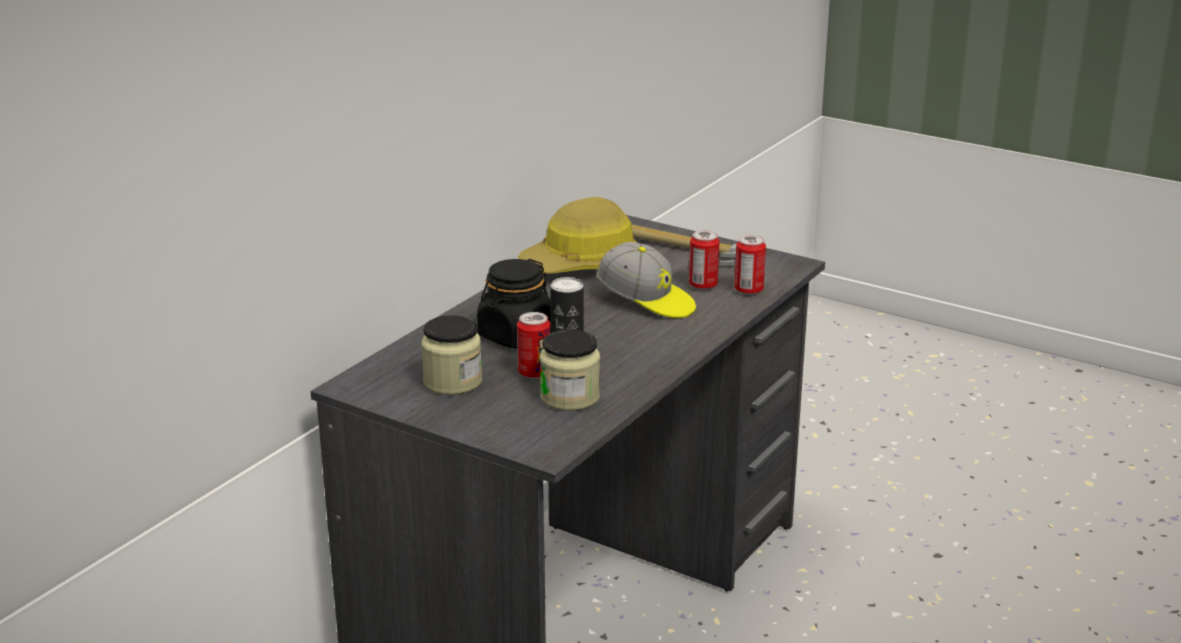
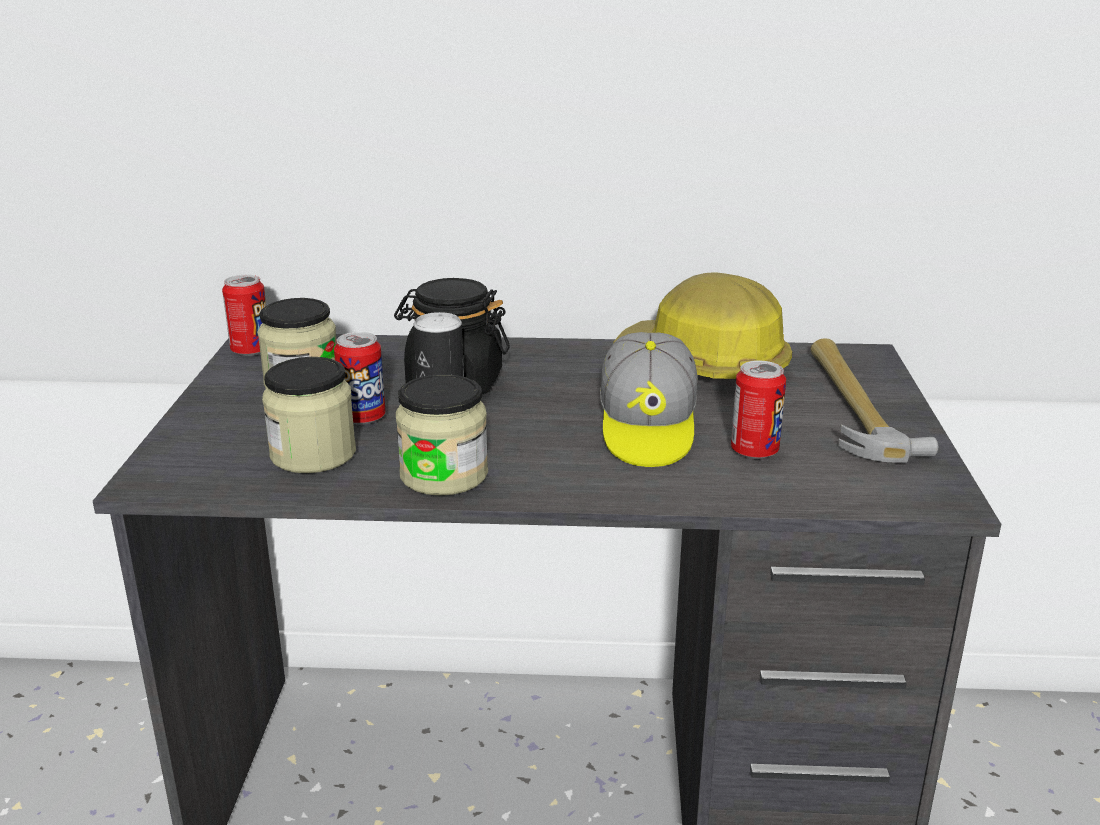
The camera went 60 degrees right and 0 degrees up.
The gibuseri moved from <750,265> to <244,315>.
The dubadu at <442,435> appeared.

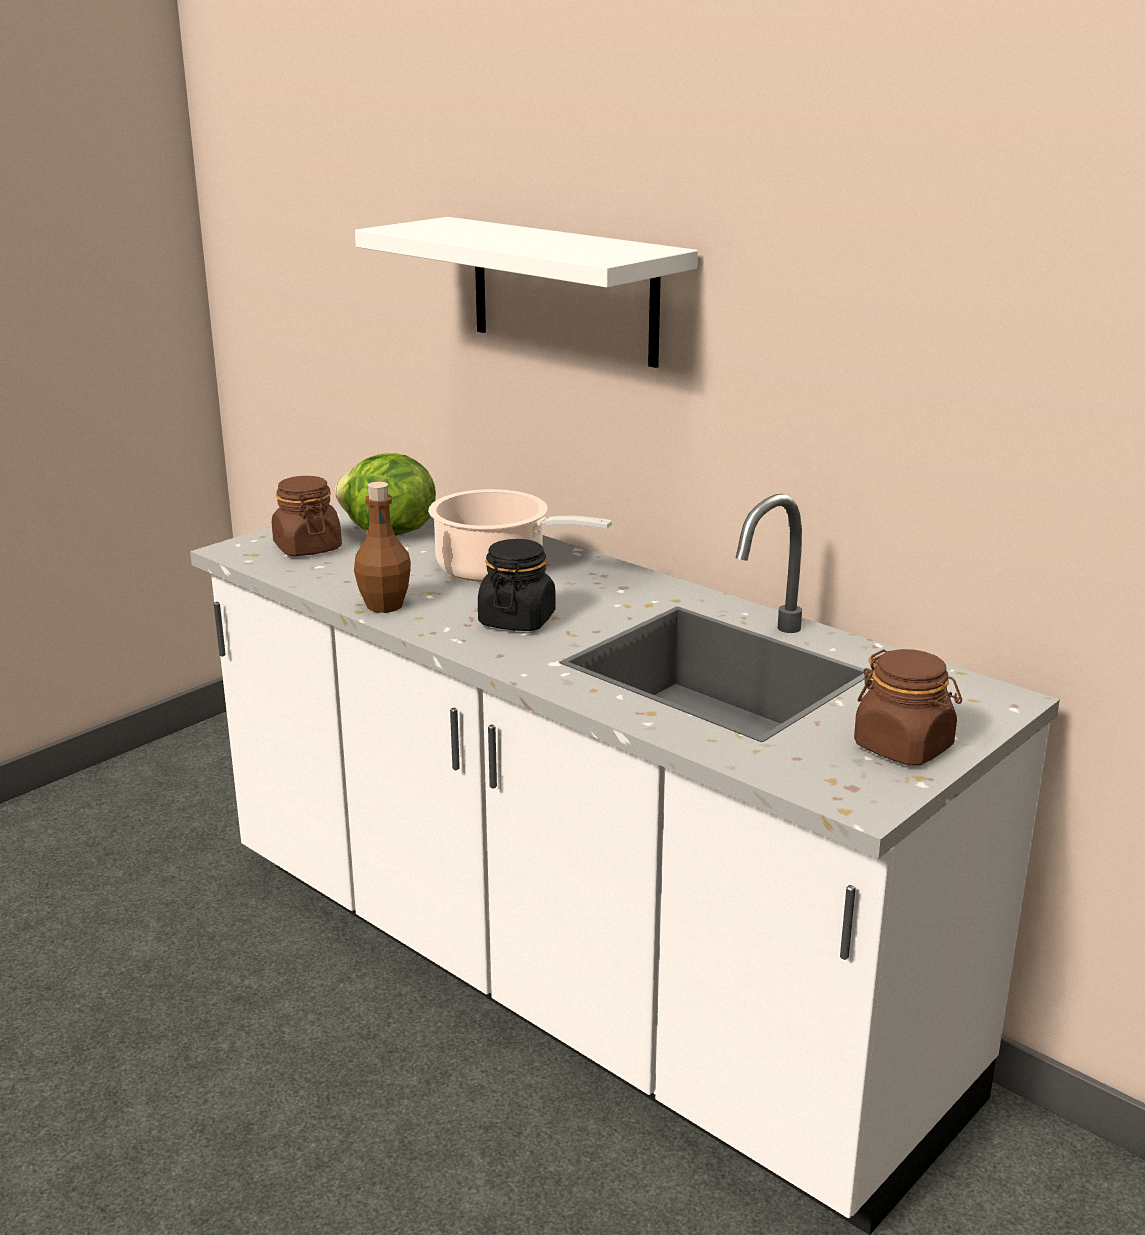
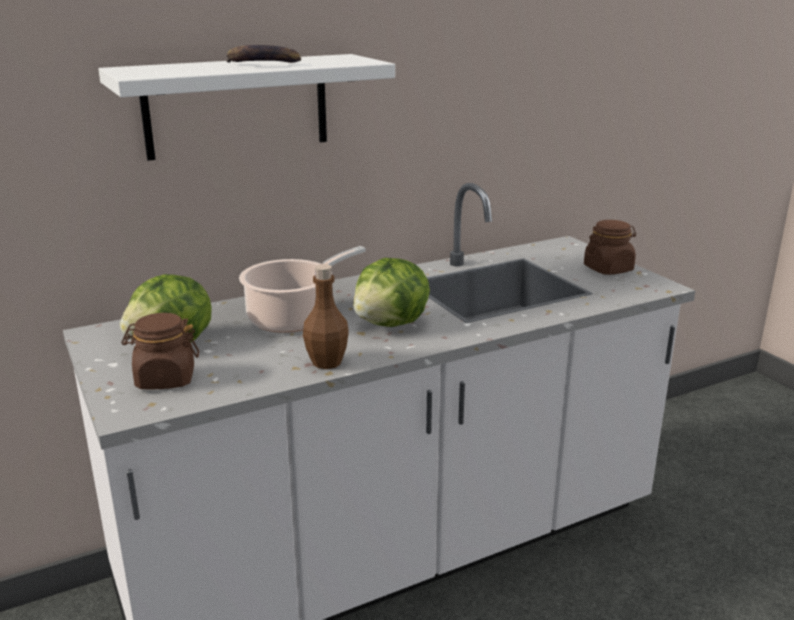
The camera went 70 degrees left and 0 degrees up.
The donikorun at <263,54> appeared.
The black_dubadu at <517,585> was replaced by the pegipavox at <391,292>.

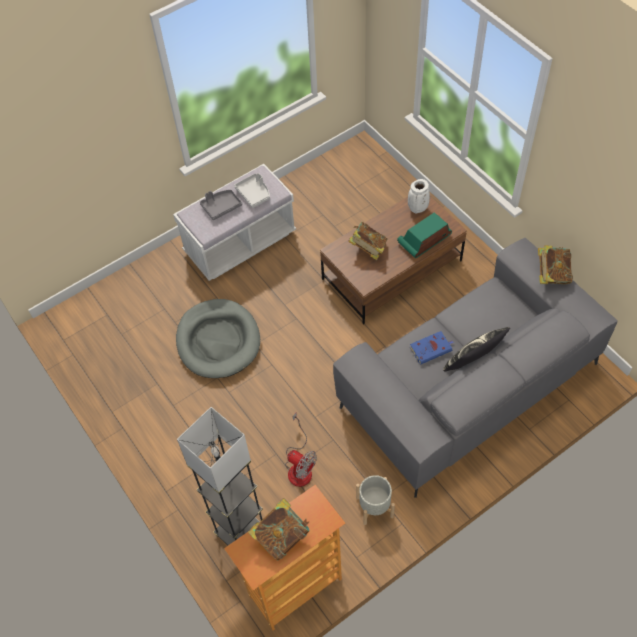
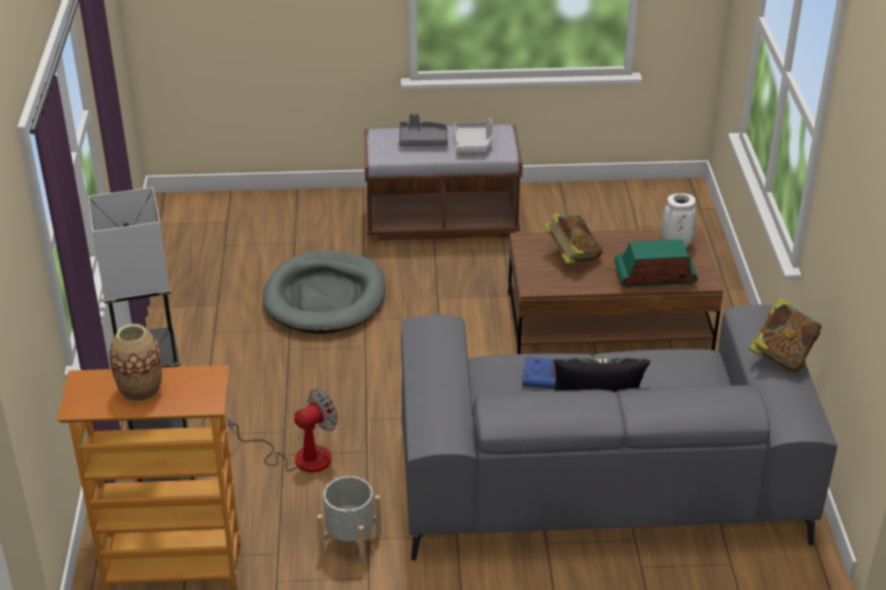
The camera went 30 degrees right and 20 degrees down.
The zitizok at <278,529> was replaced by the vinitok at <135,363>.
The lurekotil at <301,450> turned 105 degrees counterclockwise.
The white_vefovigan at <234,222> became the brown_vefovigan at <443,182>.

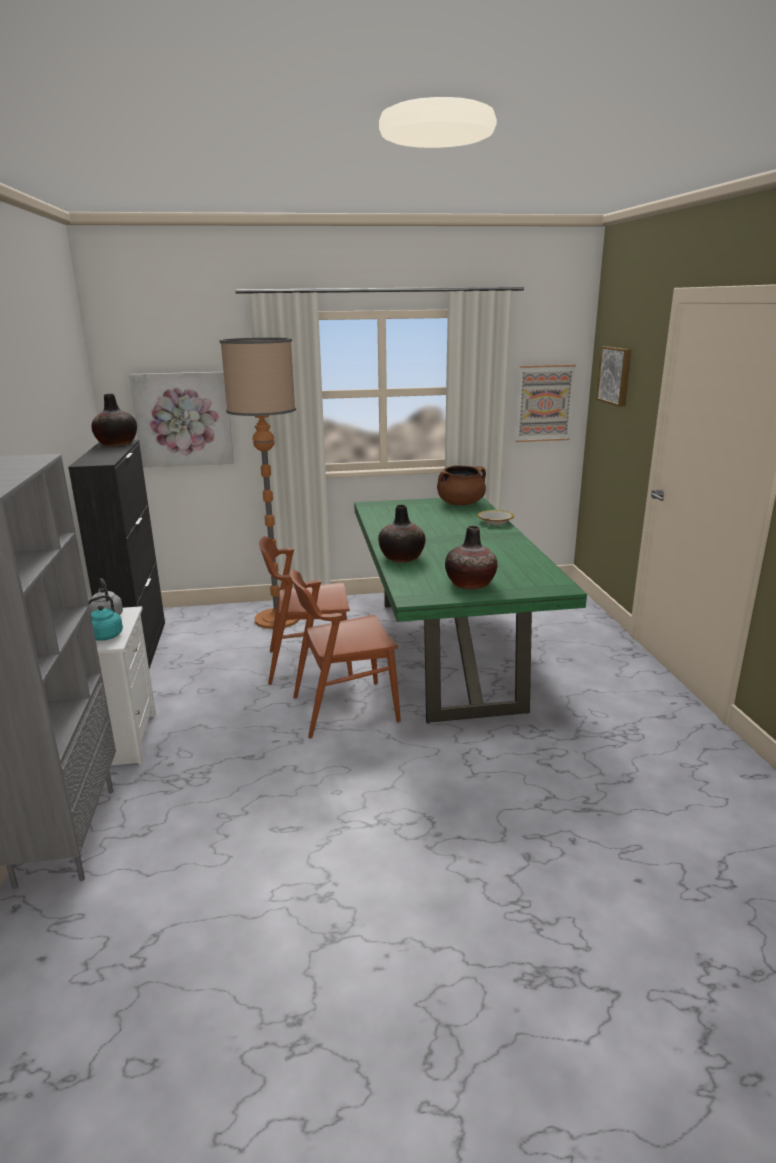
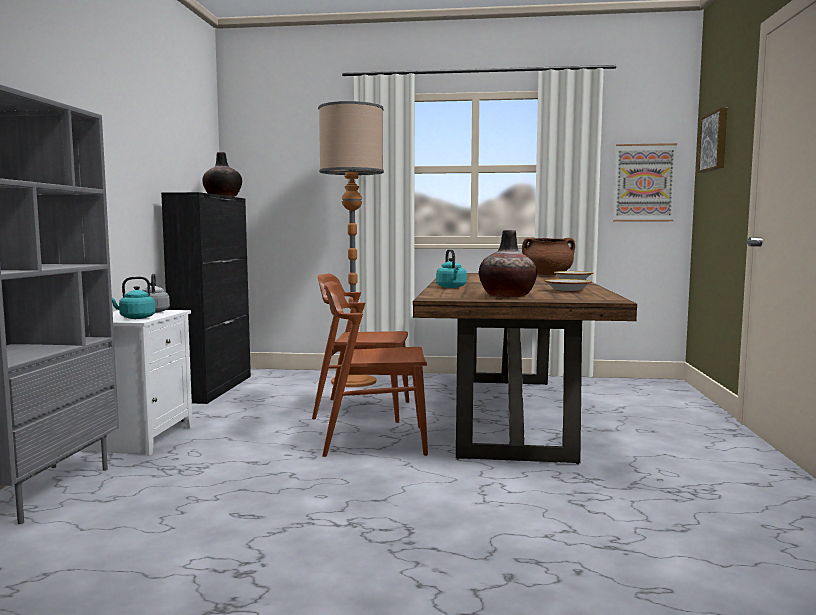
The camera went 15 degrees right and 15 degrees down.
The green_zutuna at <470,610> became the brown_zutuna at <525,368>.
The vinitok at <401,534> was replaced by the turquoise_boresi at <451,268>.
The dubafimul at <568,285> appeared.
The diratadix at <181,419> disappeared.

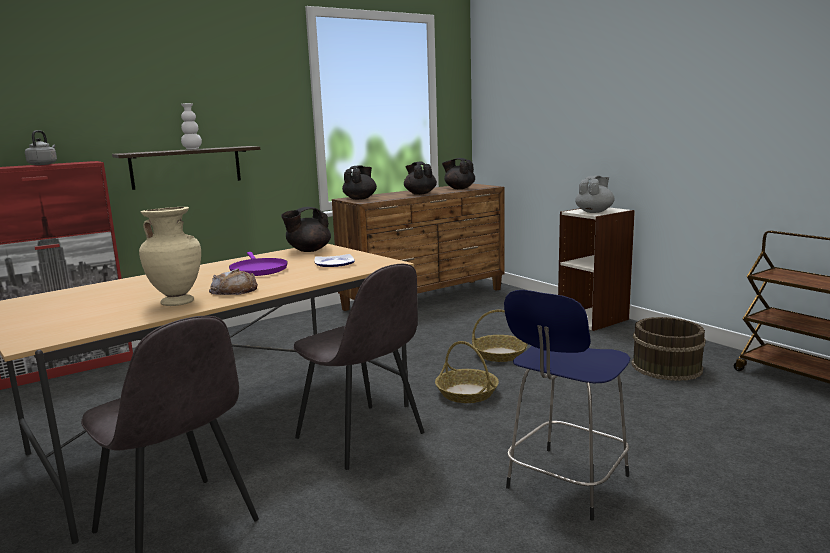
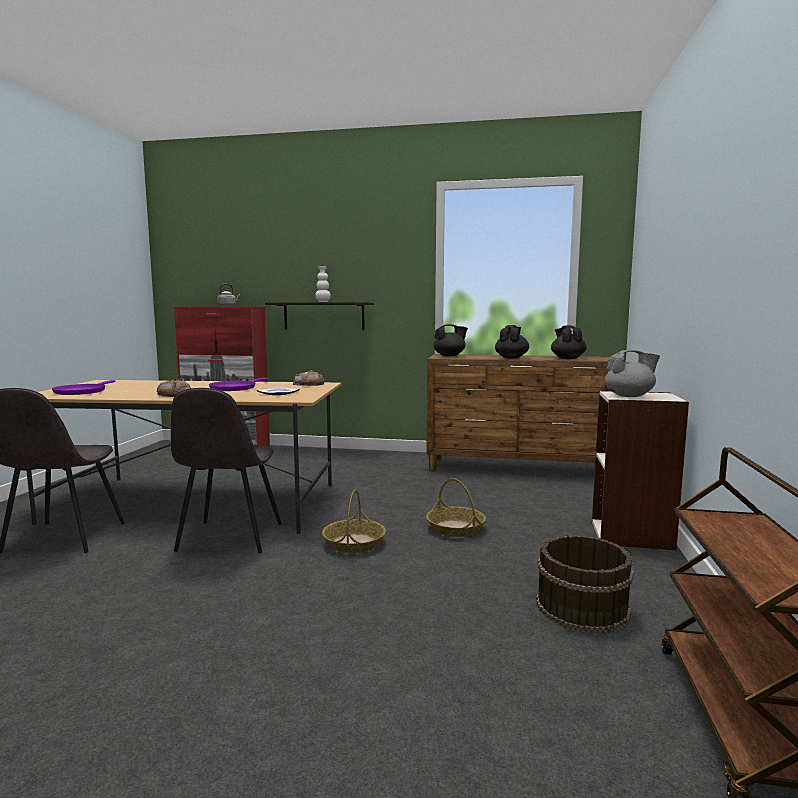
The camera went 45 degrees right and 5 degrees down.
The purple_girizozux at <84,387> appeared.
The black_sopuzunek at <306,229> was replaced by the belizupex at <308,378>.
The beige_vinitok at <170,256> disappeared.
The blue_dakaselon at <567,405> disappeared.

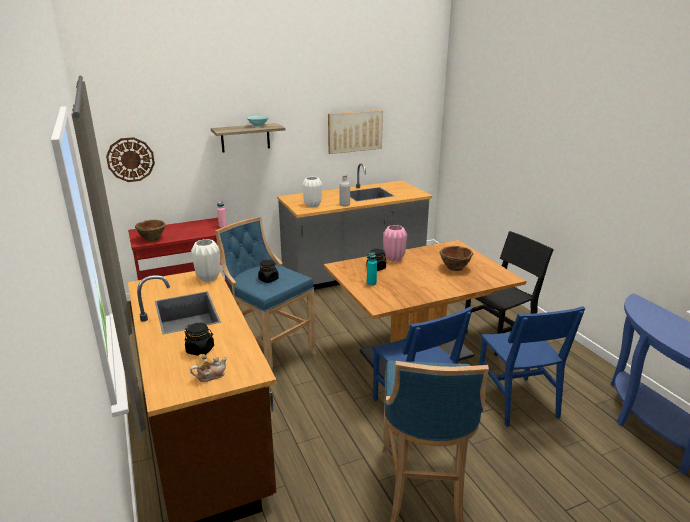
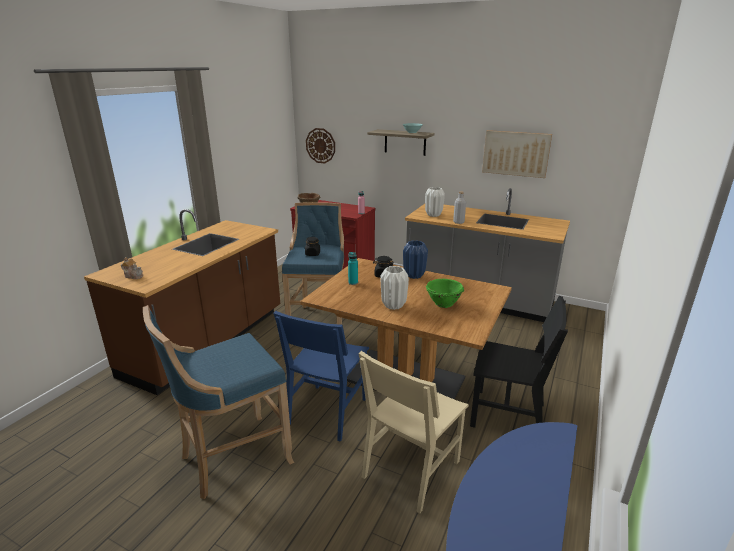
The camera went 50 degrees right and 0 degrees up.
The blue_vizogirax at <532,366> became the beige_vizogirax at <413,432>.
The white_vinitok moved from <205,260> to <395,288>.
The pink_vinitok at <395,243> became the blue_vinitok at <415,259>.
The brown_dubafimul at <456,258> became the green_dubafimul at <445,293>.
The black_dubadu at <199,339> disappeared.

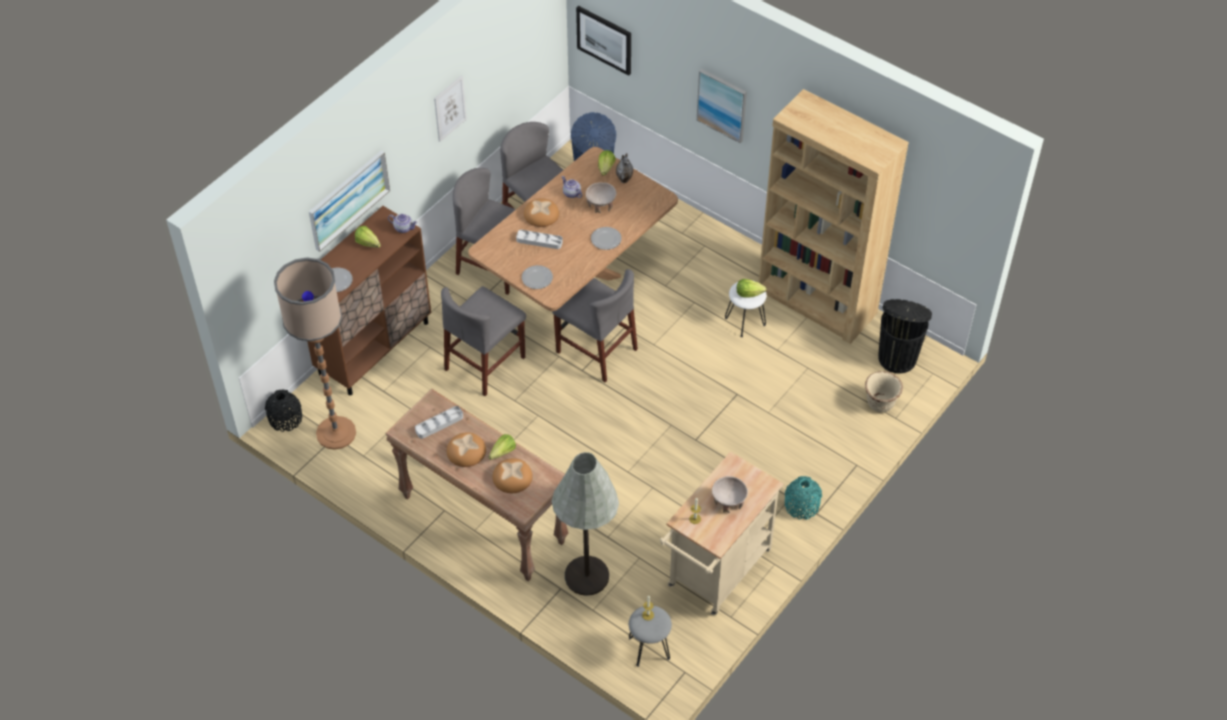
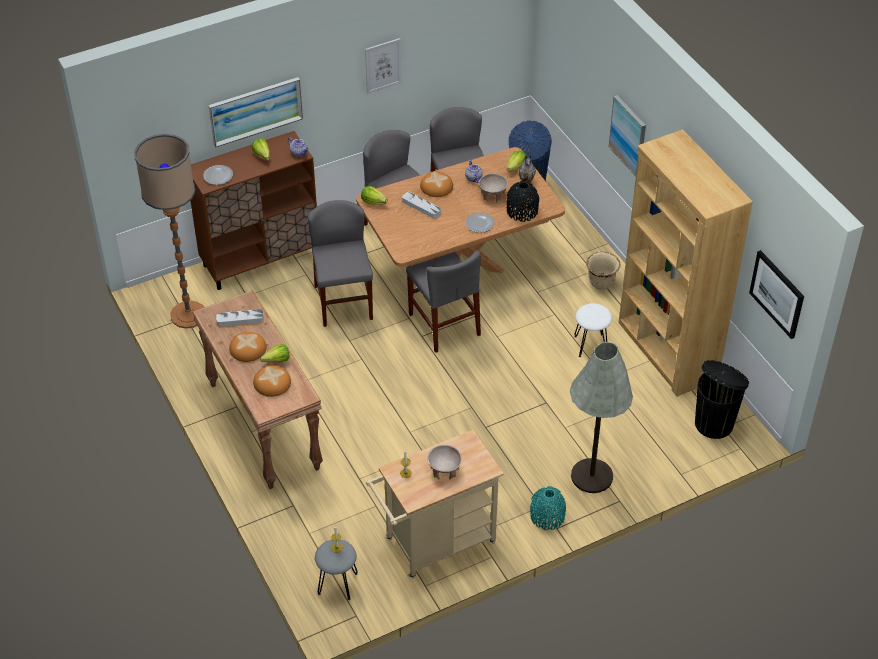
The camera went 25 degrees right and 5 degrees down.
The grey_vizogirax at <483,341> turned 105 degrees clockwise.
The pegipavox moved from <752,288> to <374,195>.
The black_vinitok moved from <283,411> to <522,201>.
The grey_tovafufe moved from <585,524> to <601,417>.
The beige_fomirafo moved from <884,391> to <603,271>.
The diratadix moved from <603,41> to <776,294>.
The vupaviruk at <537,277> disappeared.

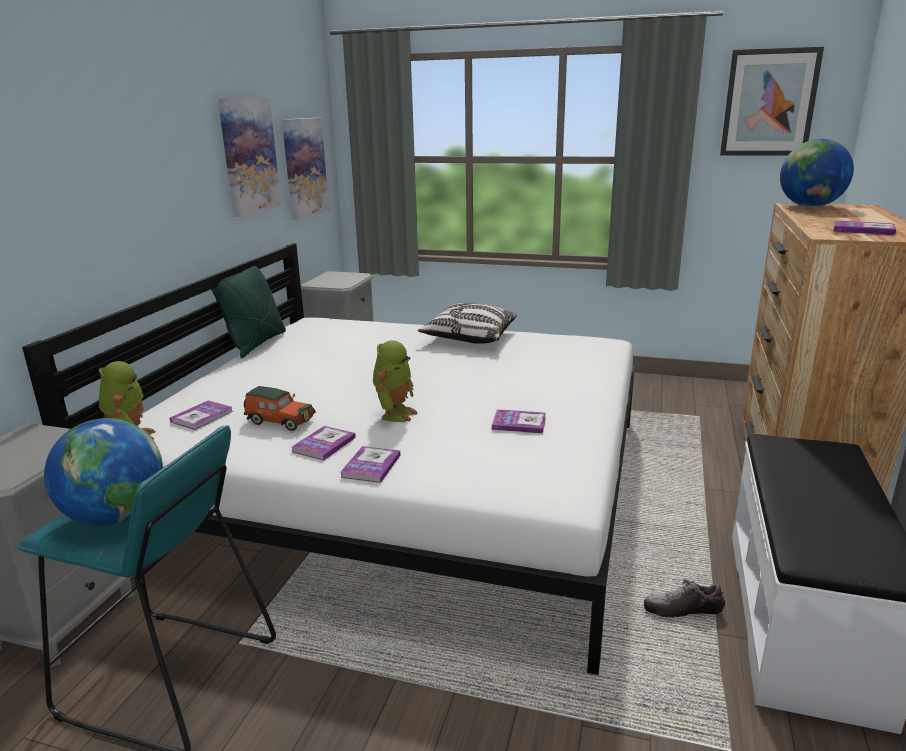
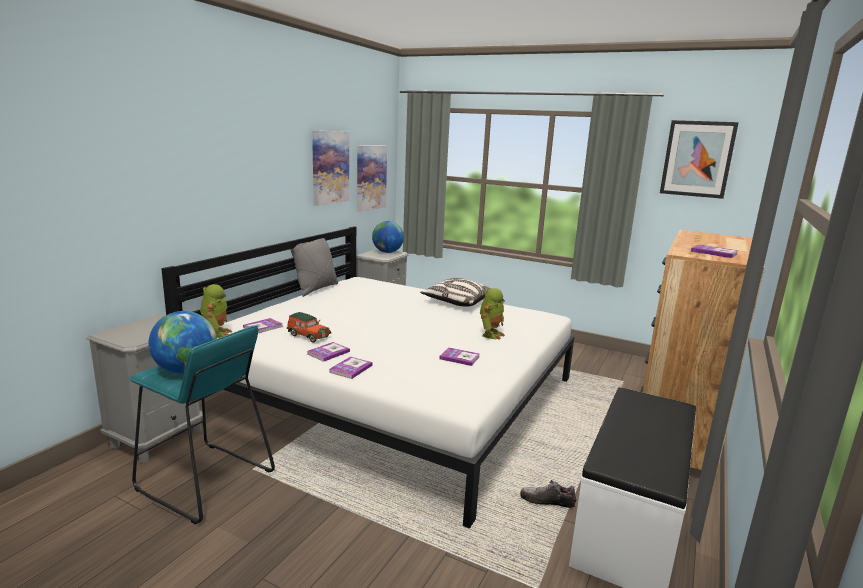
The camera went 10 degrees right and 5 degrees down.
The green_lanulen at <246,312> became the grey_lanulen at <314,267>.
The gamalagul moved from <817,173> to <388,237>.
The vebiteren moved from <395,381> to <492,314>.

